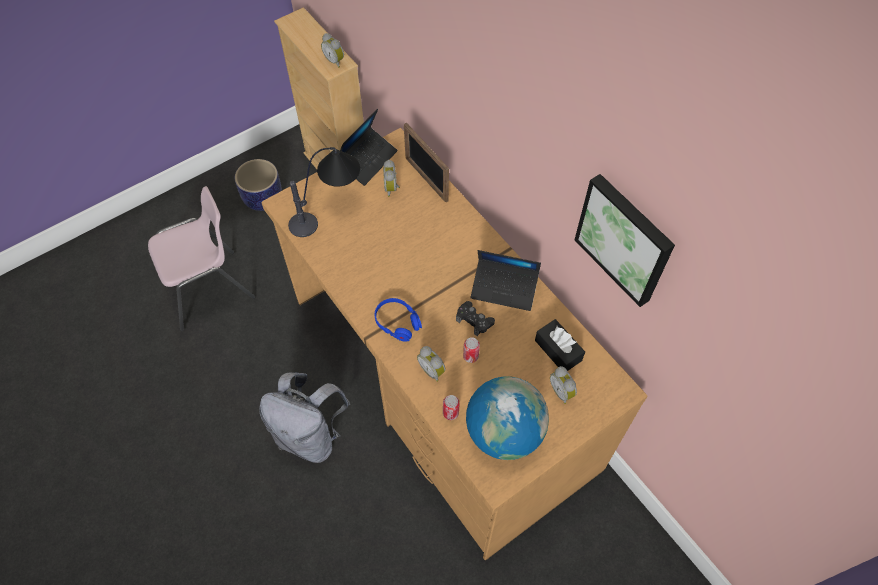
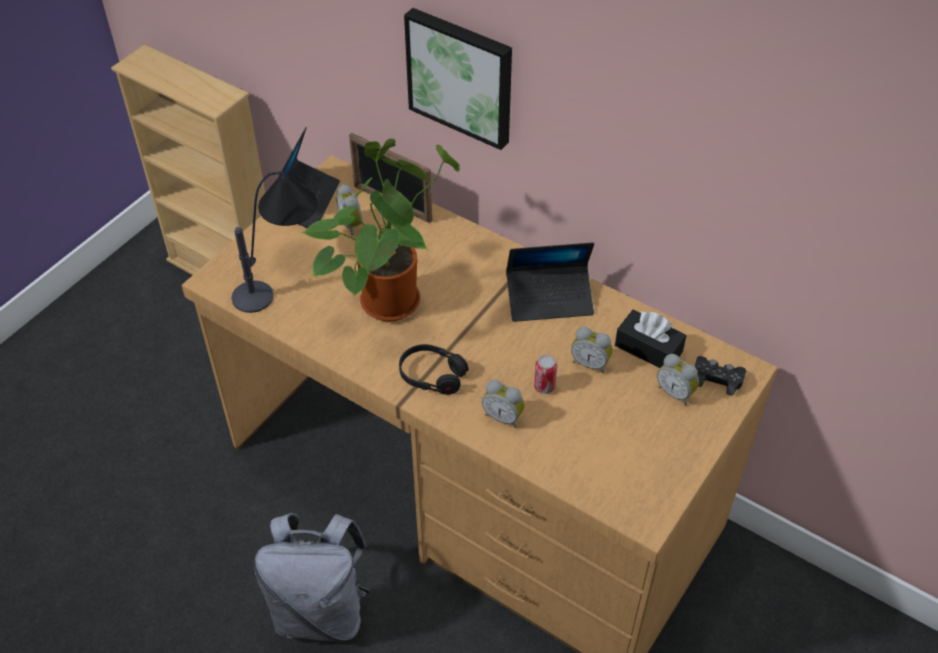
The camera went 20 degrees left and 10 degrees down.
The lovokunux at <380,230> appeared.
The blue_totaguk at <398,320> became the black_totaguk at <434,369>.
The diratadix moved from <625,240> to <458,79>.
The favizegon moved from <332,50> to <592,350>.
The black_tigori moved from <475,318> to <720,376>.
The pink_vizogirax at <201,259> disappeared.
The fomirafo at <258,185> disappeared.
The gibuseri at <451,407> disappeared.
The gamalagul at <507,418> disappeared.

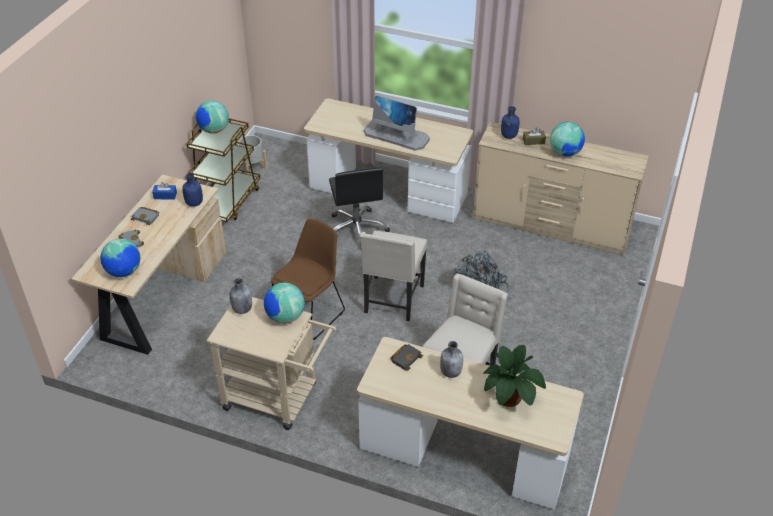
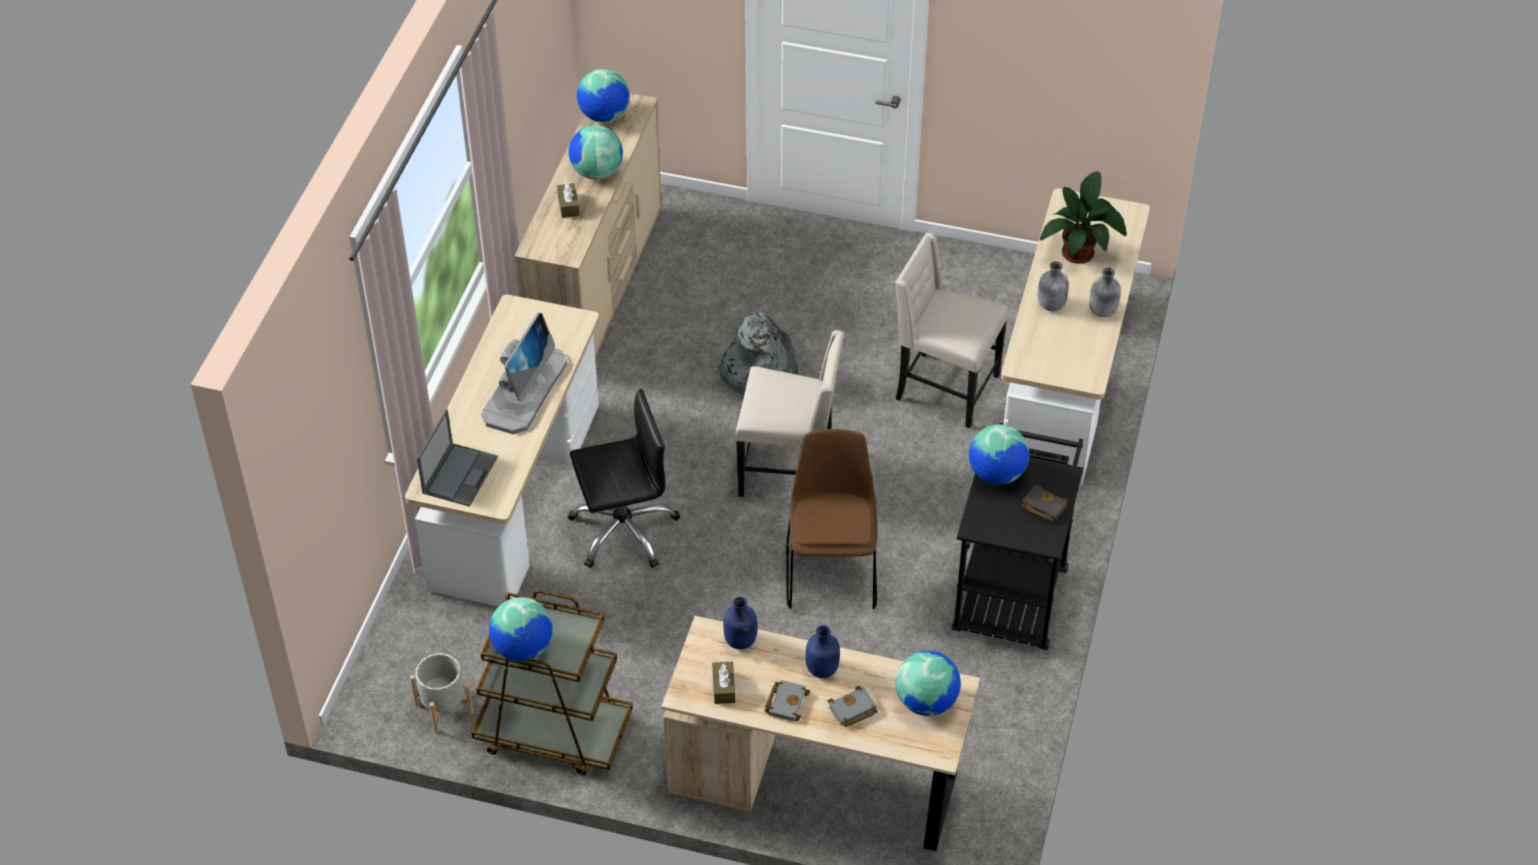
The camera went 95 degrees left and 5 degrees up.
The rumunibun at <457,458> appeared.
The gamalagul at <603,95> appeared.
The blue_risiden at <164,191> became the brown_risiden at <723,683>.
The brown_vizogirax at <308,279> turned 60 degrees clockwise.
The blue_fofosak moved from <510,122> to <823,651>.
The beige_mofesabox at <271,363> became the black_mofesabox at <1017,537>.
The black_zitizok moved from <406,357> to <1044,503>.
The grey_fofosak moved from <241,296> to <1105,292>.

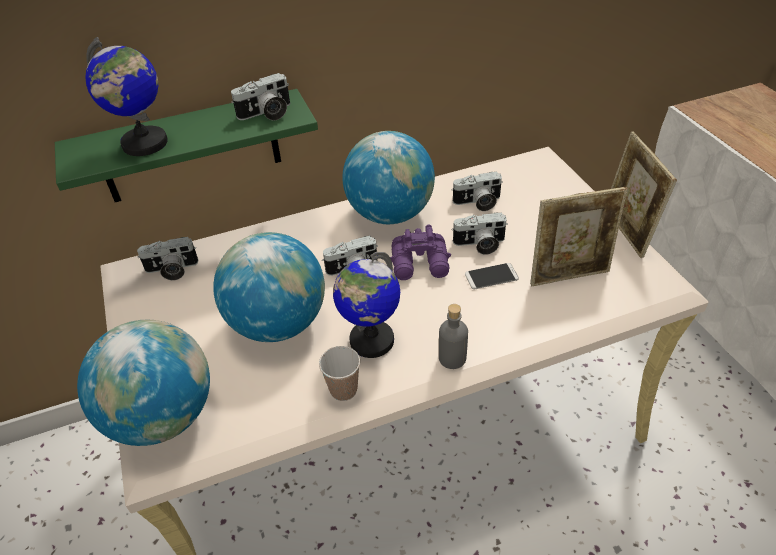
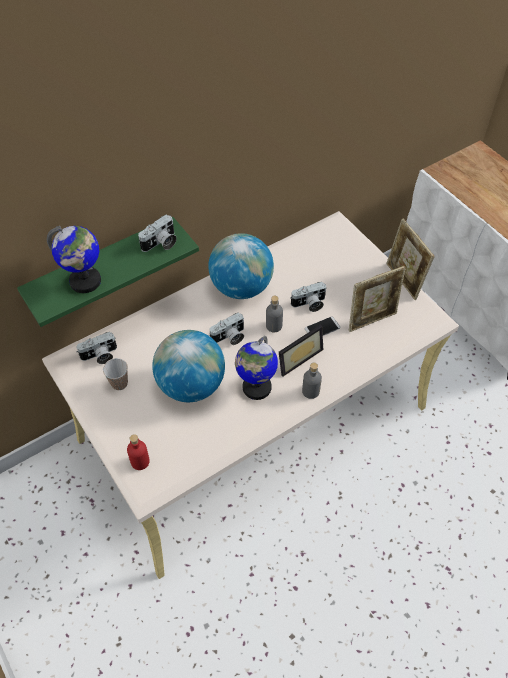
The camera went 15 degrees left and 10 degrees up.
The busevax moved from <339,373> to <115,374>.
The gamalagul at <143,383> was replaced by the red_fofosak at <138,452>.
The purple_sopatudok at <420,252> was replaced by the grey_fofosak at <274,314>.
The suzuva at <301,351> appeared.
The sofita at <477,191> disappeared.

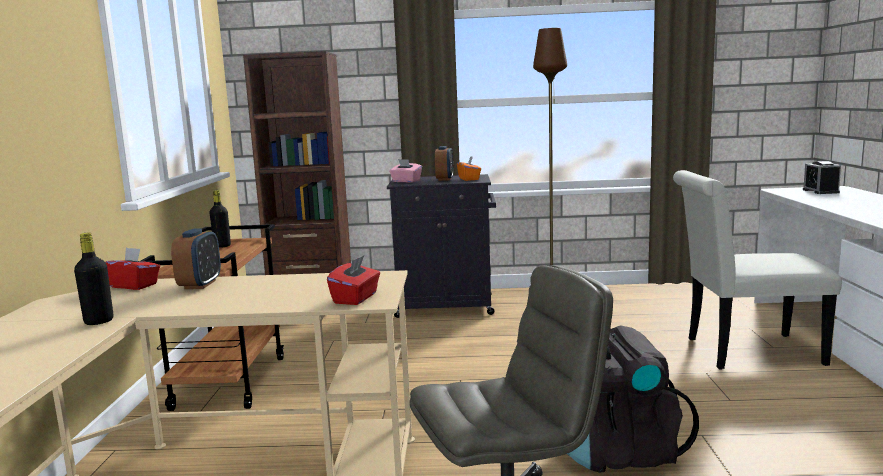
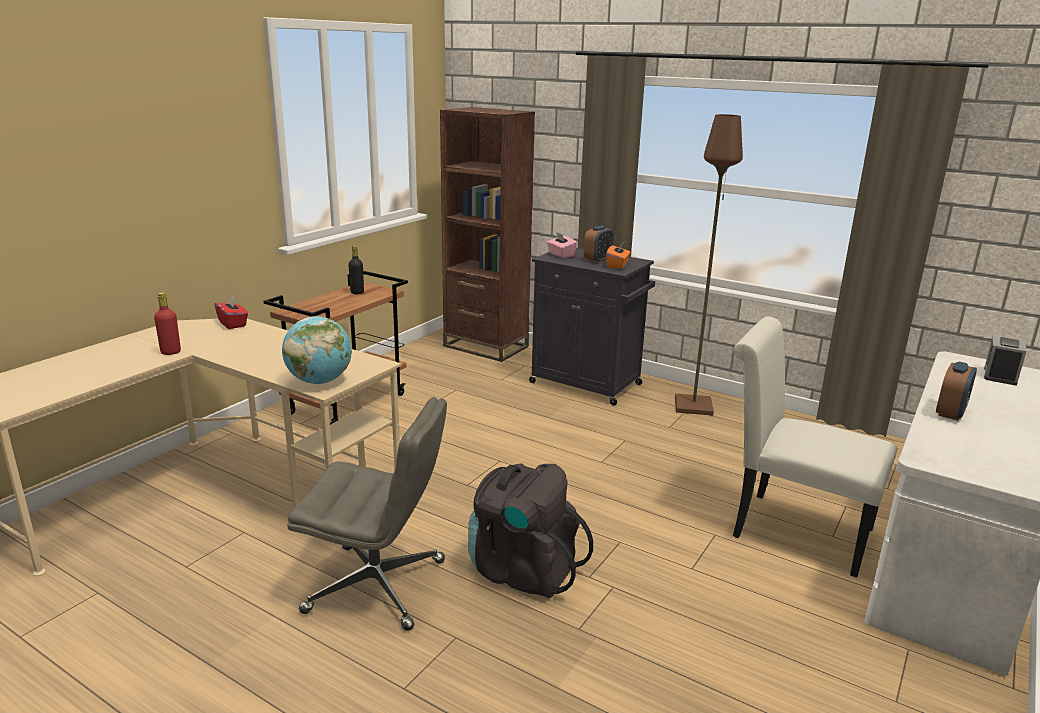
The camera went 30 degrees right and 10 degrees up.
The black_fofosak at <94,279> became the red_fofosak at <167,323>.
The red_risiden at <353,280> was replaced by the gamalagul at <317,350>.
The favizegon moved from <196,258> to <956,391>.

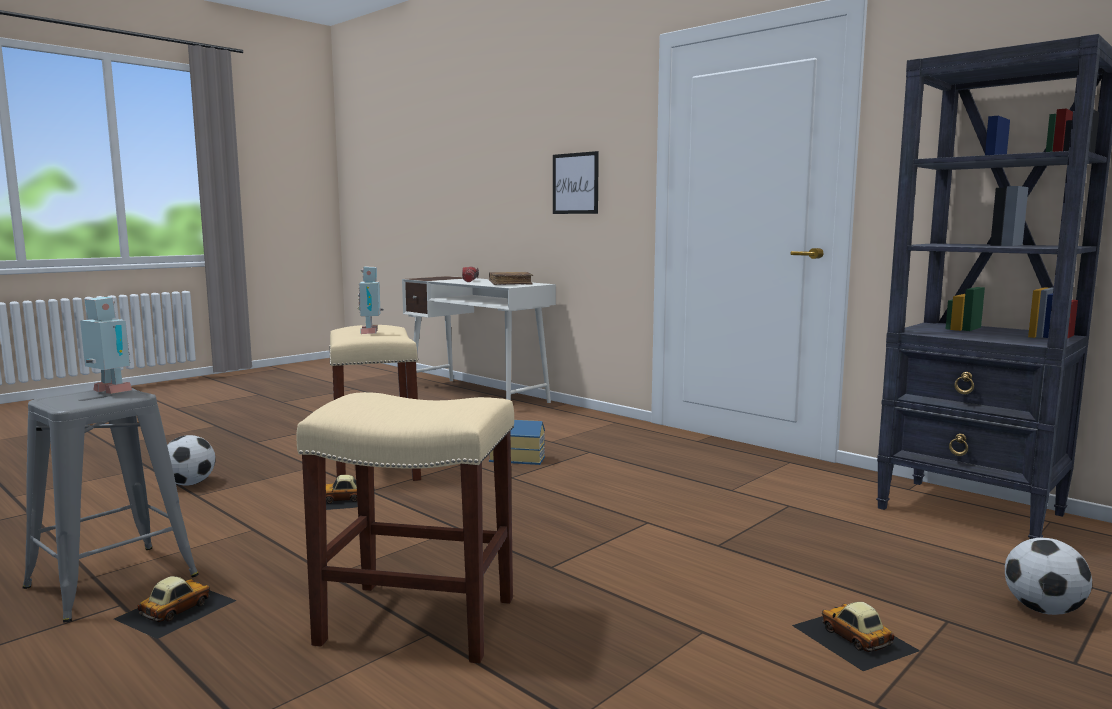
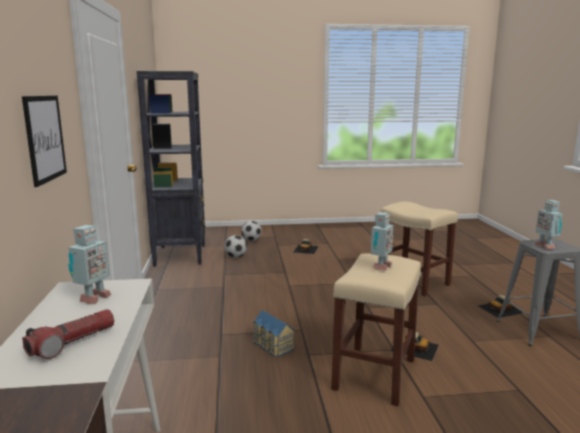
The camera went 140 degrees left and 5 degrees up.
The brown_zitizok at <511,278> was replaced by the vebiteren at <89,264>.
The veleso moved from <191,460> to <235,246>.

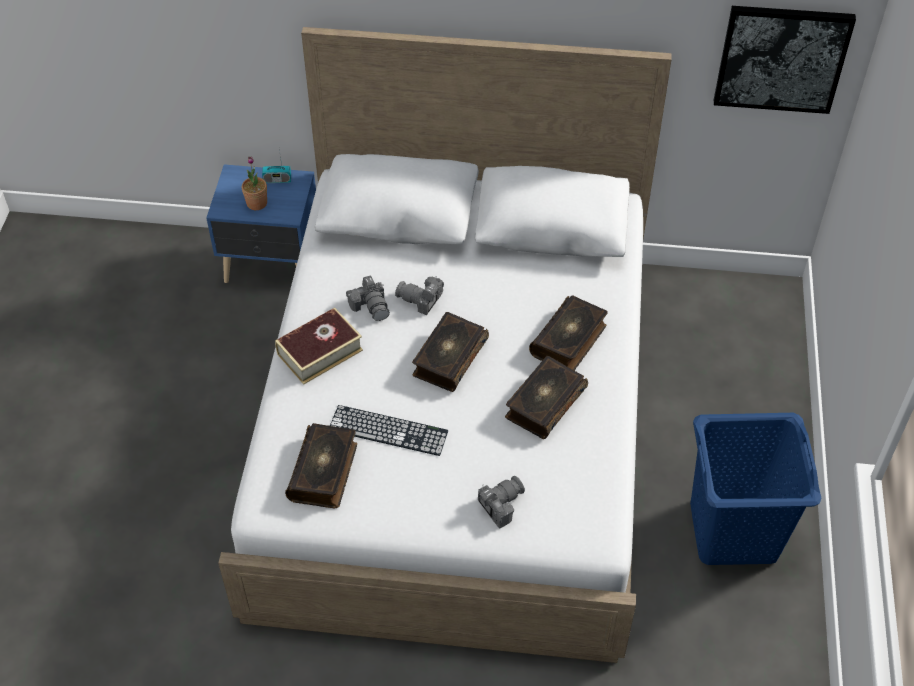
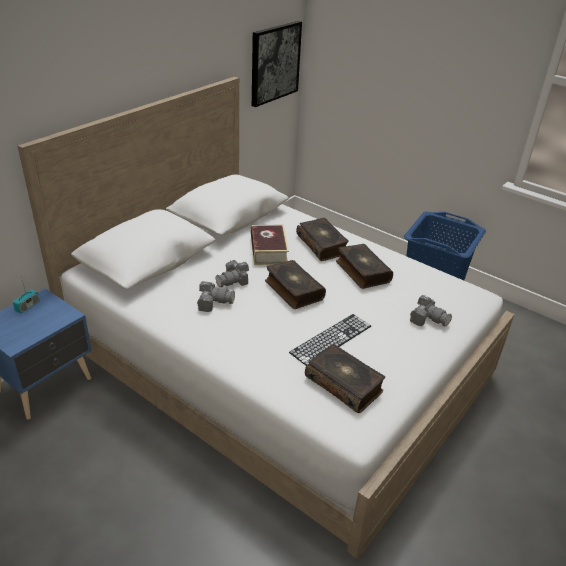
The camera went 60 degrees left and 15 degrees down.
The zitizok moved from <319,346> to <270,245>.
The sofita at <501,502> turned 135 degrees clockwise.
The lovokunux at <254,183> disappeared.

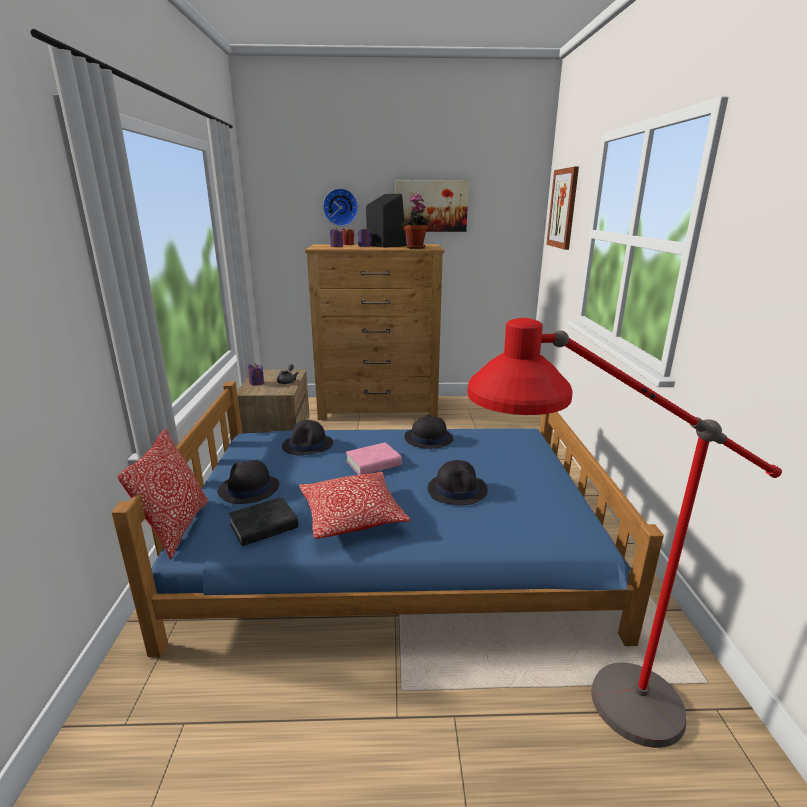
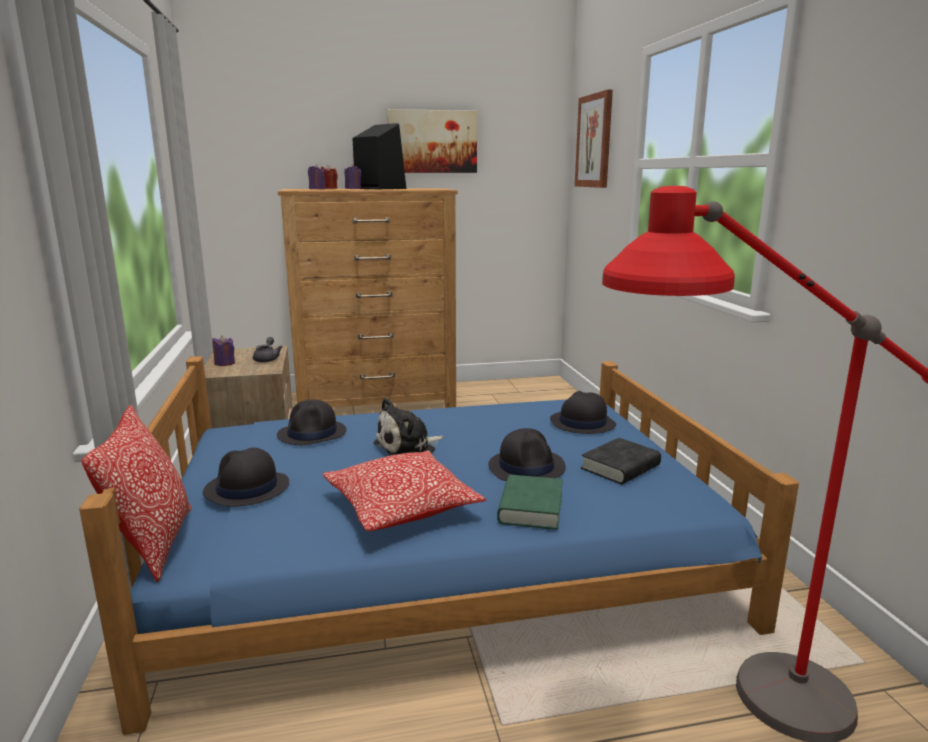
The camera went 10 degrees left and 5 degrees down.
The pink_zitizok at <374,458> was replaced by the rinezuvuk at <408,427>.
The green_zitizok at <530,502> appeared.
The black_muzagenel moved from <429,431> to <583,412>.
The black_zitizok moved from <263,521> to <621,461>.
The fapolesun at <341,207> disappeared.
The lovokunux at <415,221> disappeared.

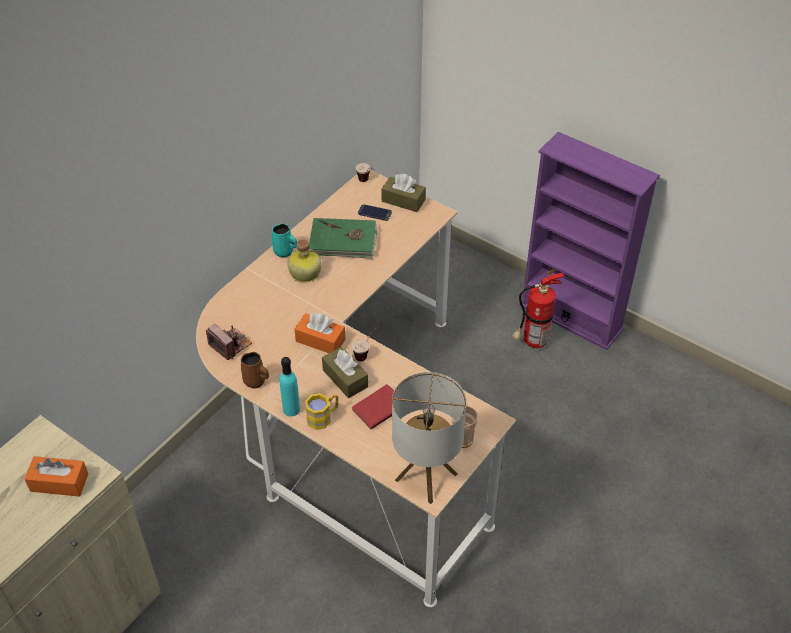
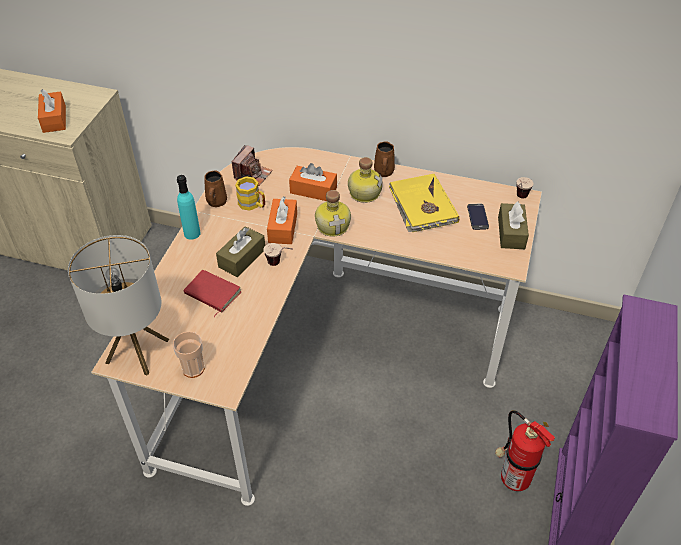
The camera went 70 degrees right and 0 degrees up.
The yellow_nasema moved from <321,411> to <250,194>.
The orange_risiden at <313,182> appeared.
The fofosak at <333,213> appeared.
The turquoise_nasema at <284,240> became the brown_nasema at <384,159>.
The green_zitizok at <343,238> became the yellow_zitizok at <424,202>.

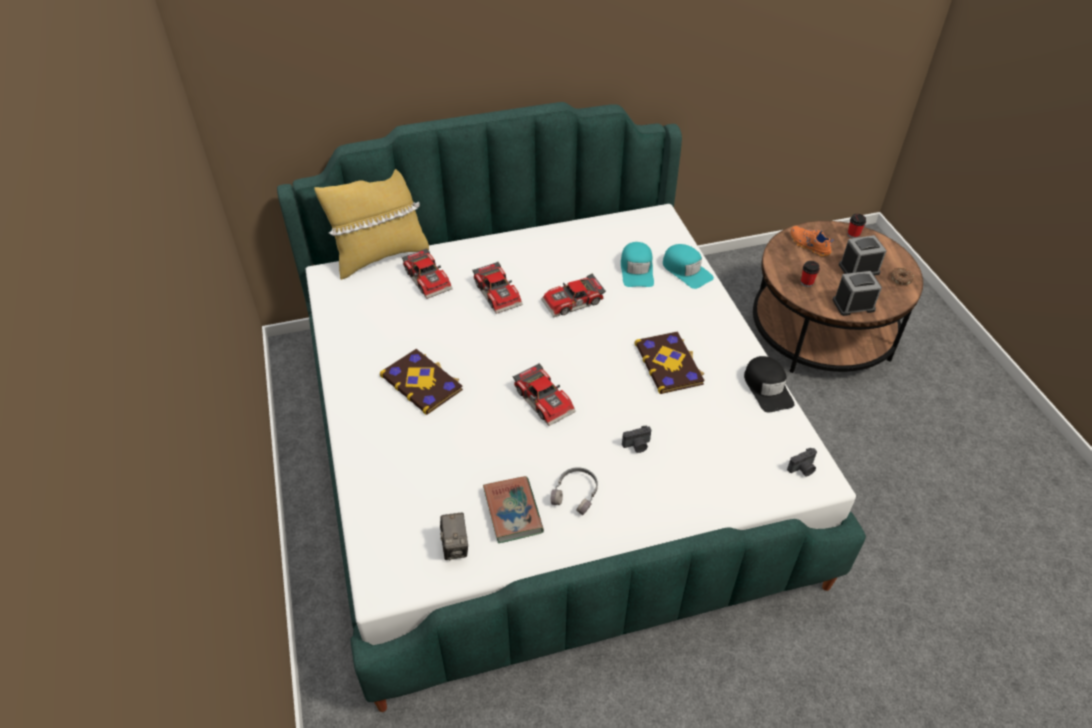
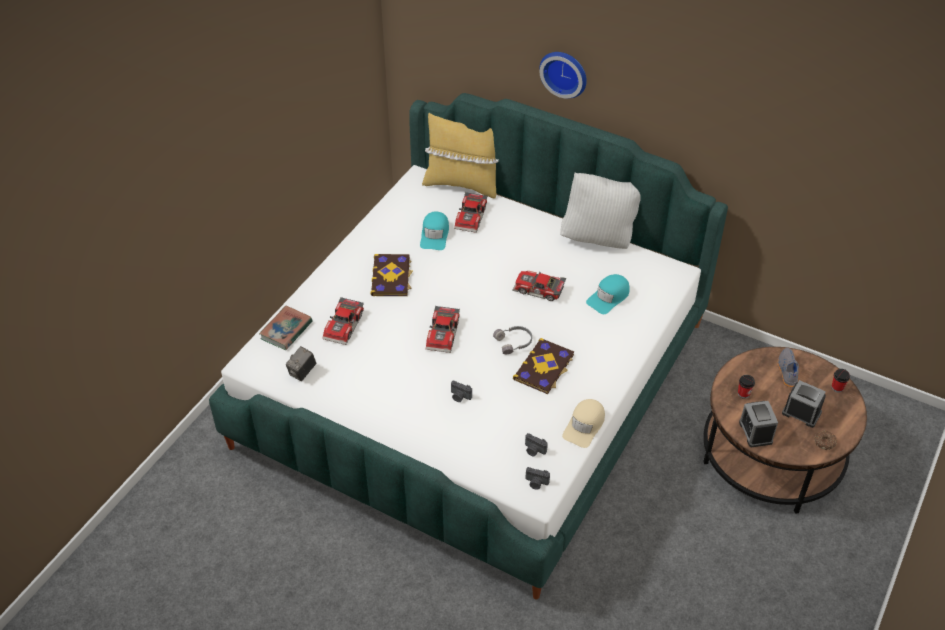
The camera went 45 degrees right and 0 degrees up.
The zitizok moved from <513,509> to <286,328>.
The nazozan moved from <497,288> to <343,321>.
The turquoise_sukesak moved from <688,266> to <434,230>.
The grey_totaguk moved from <574,491> to <512,340>.
The sofita at <536,445> appeared.
The fapolesun at <563,75> appeared.
The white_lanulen at <600,211> appeared.
The black_sukesak at <769,384> became the beige_sukesak at <583,423>.
The favizegon at <857,293> turned 135 degrees counterclockwise.
The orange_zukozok at <812,241> became the grey_zukozok at <788,368>.

